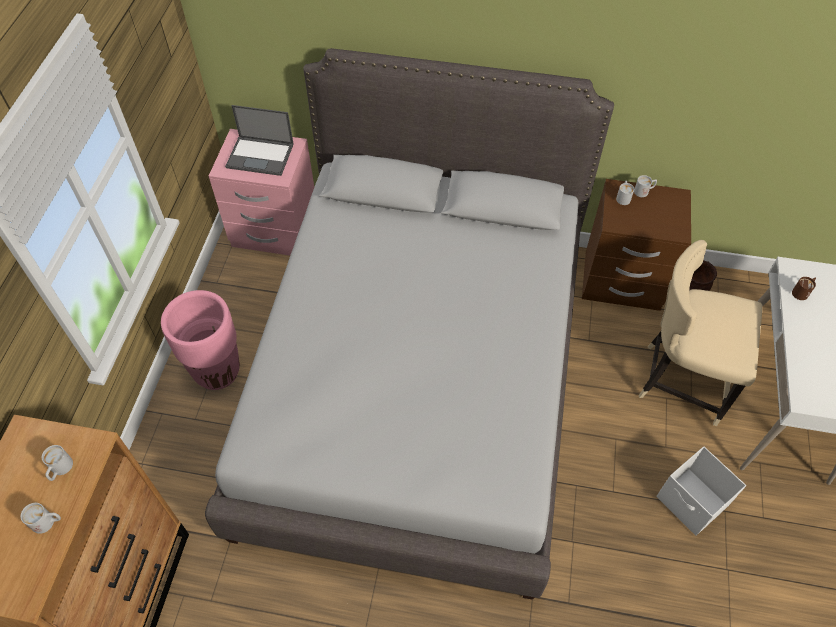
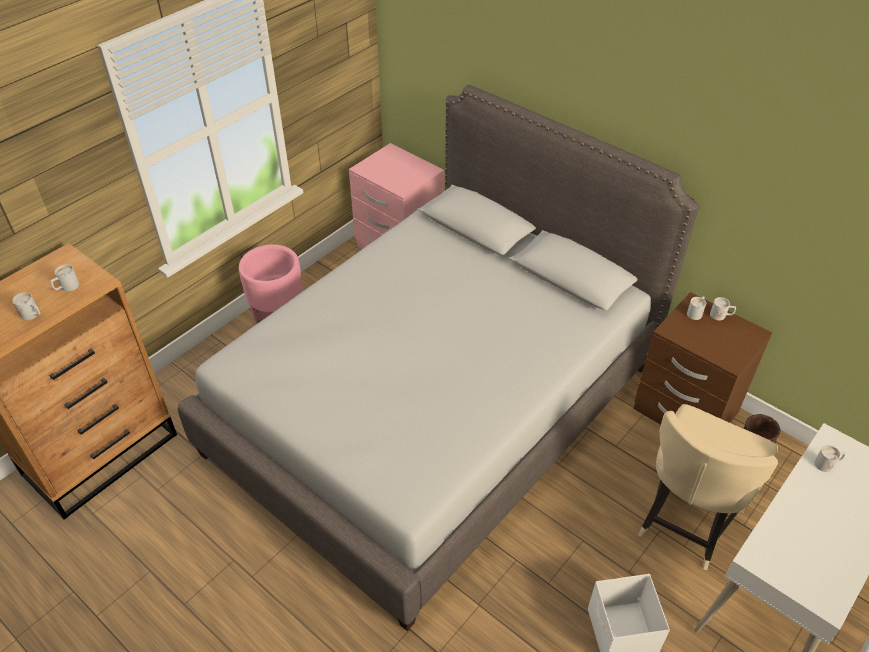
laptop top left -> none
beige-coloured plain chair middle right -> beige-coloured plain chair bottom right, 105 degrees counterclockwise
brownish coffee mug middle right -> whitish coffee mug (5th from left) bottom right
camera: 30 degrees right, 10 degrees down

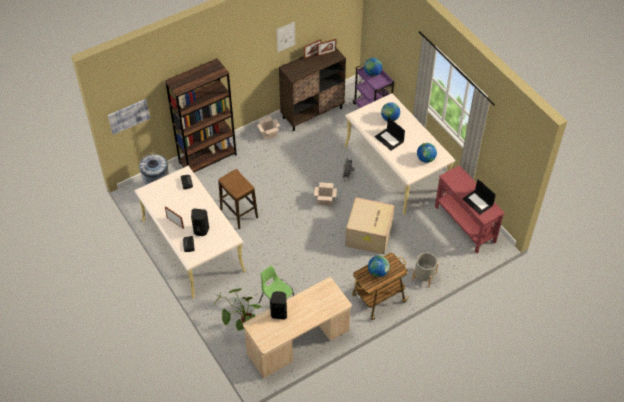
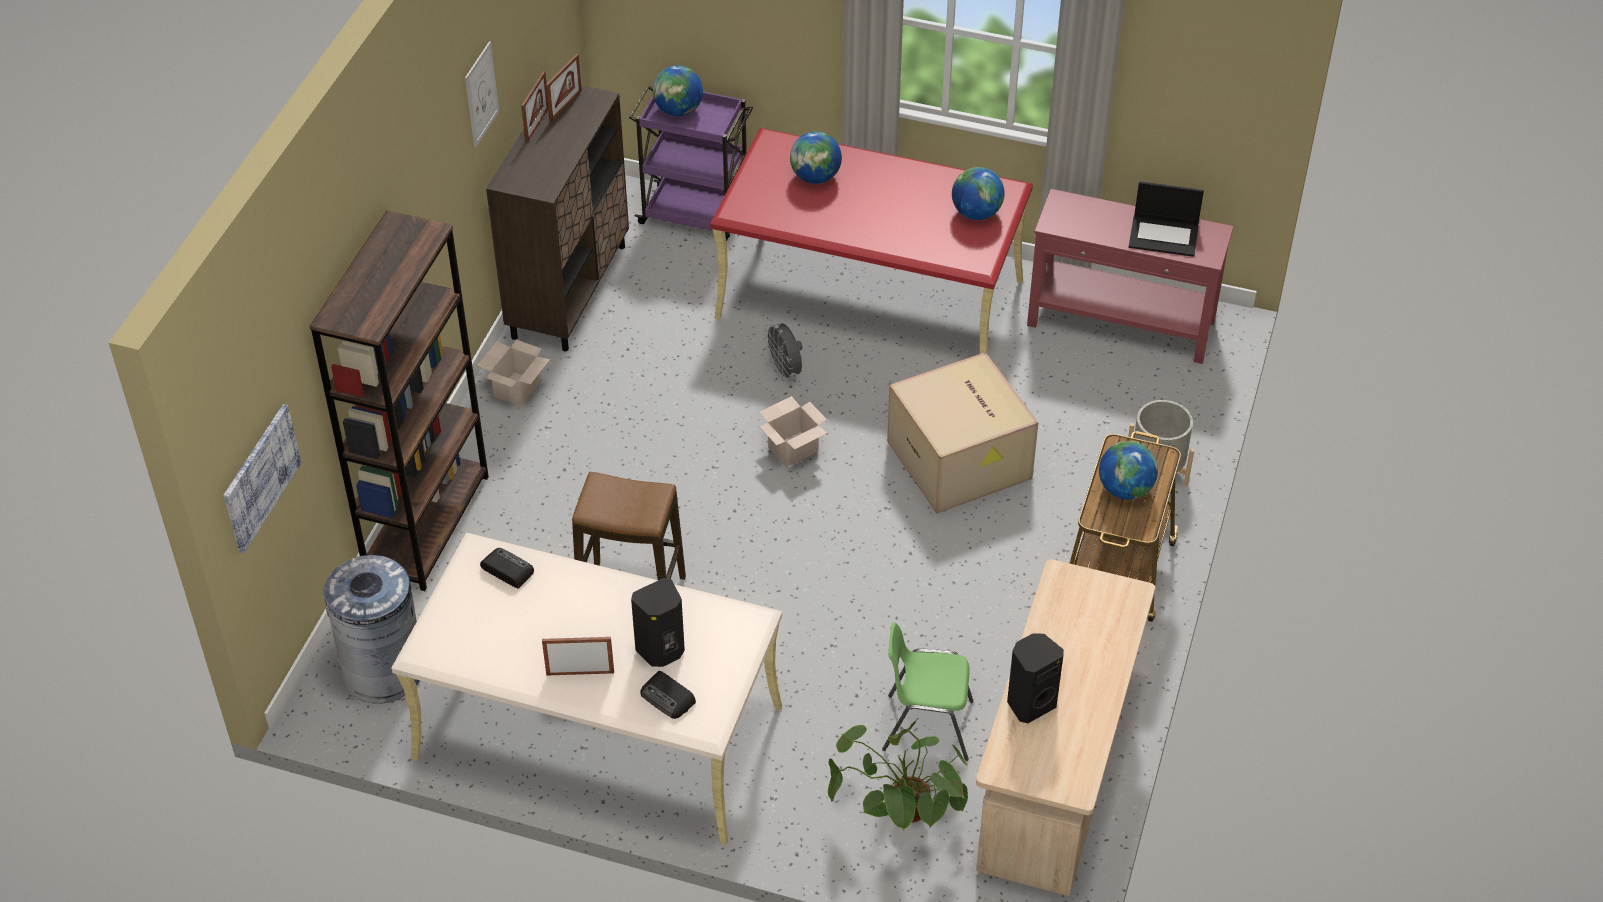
beige-coloured desk table (3rd from left) centre -> red desk table top centre
laptop (1st from left) centre -> none
camera: 40 degrees left, 5 degrees down

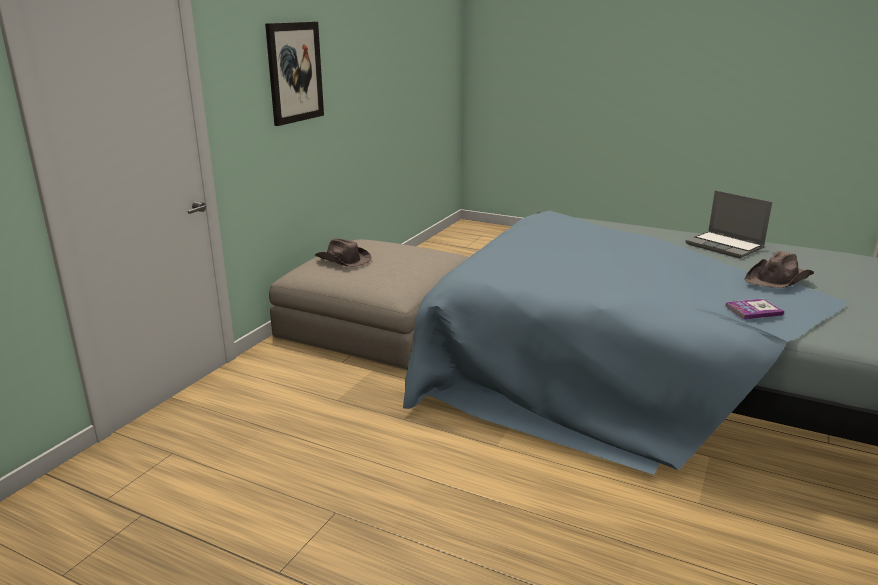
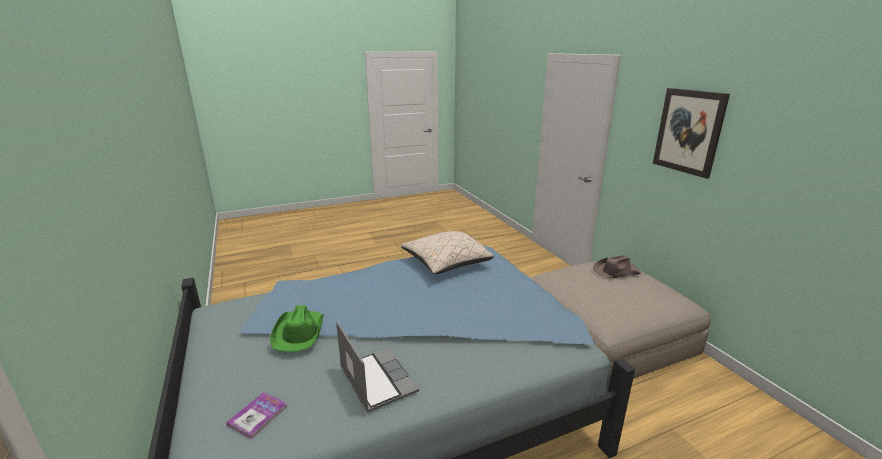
laptop middle right -> laptop bottom centre, 60 degrees clockwise
brownish hat (2nd from left) middle right -> greenish hat bottom centre
bound book middle right -> bound book bottom left, move
none -> beige-coloured throw pillow centre
camera: 130 degrees right, 0 degrees up

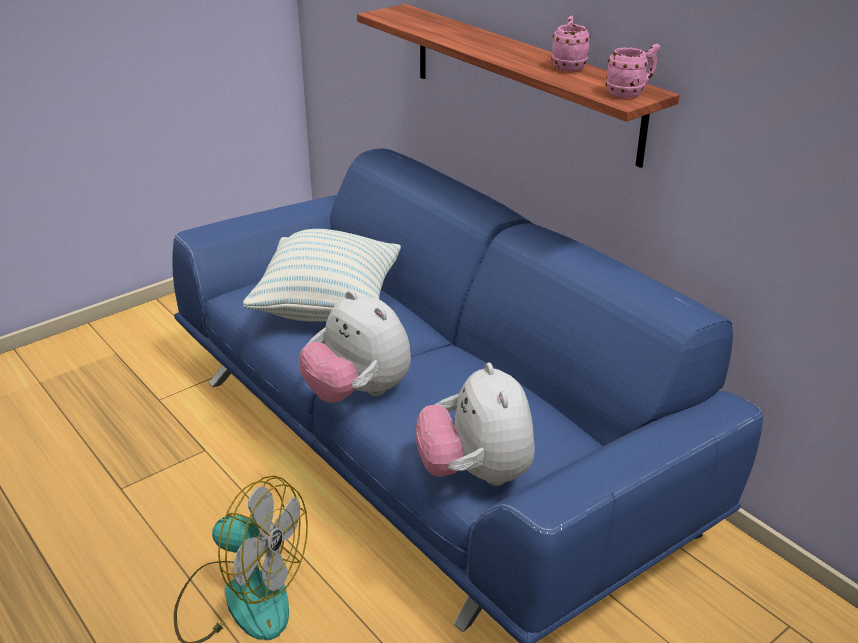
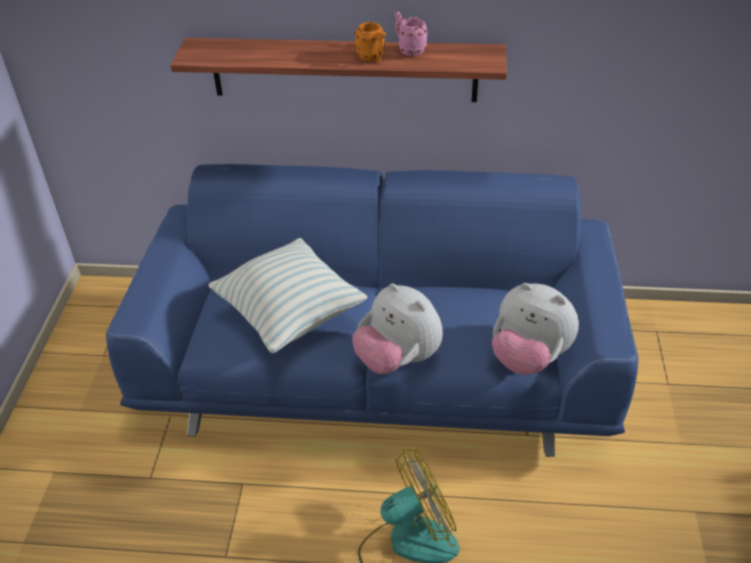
pink coffee mug (2nd from left) top right -> none
plush toy (1st from left) centre, 45 degrees clockwise
none -> orange-coloured coffee mug top centre
camera: 45 degrees left, 10 degrees up

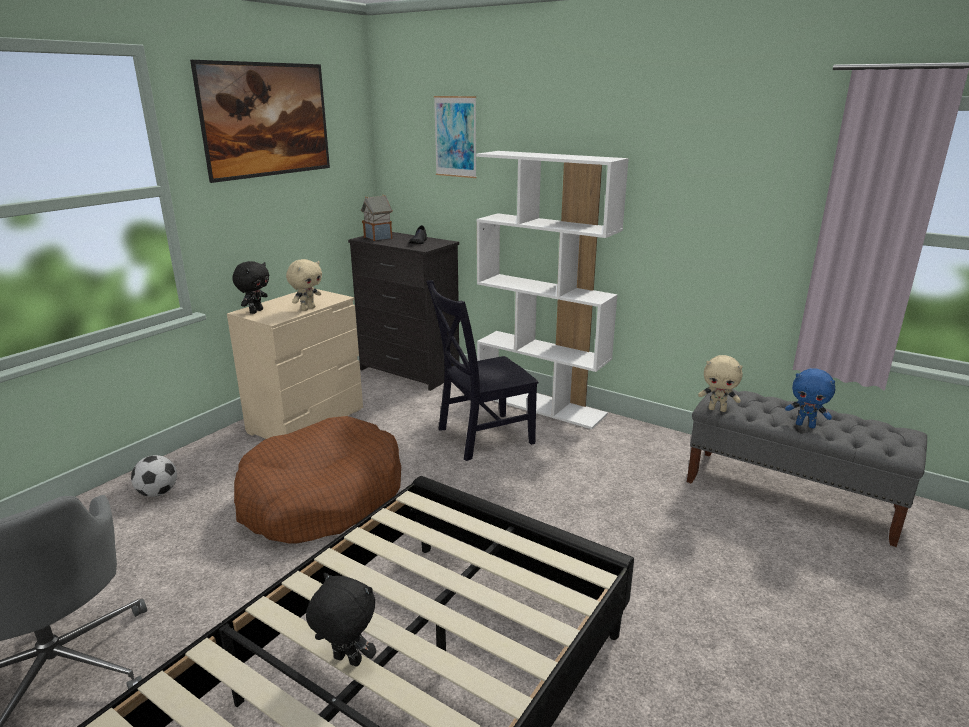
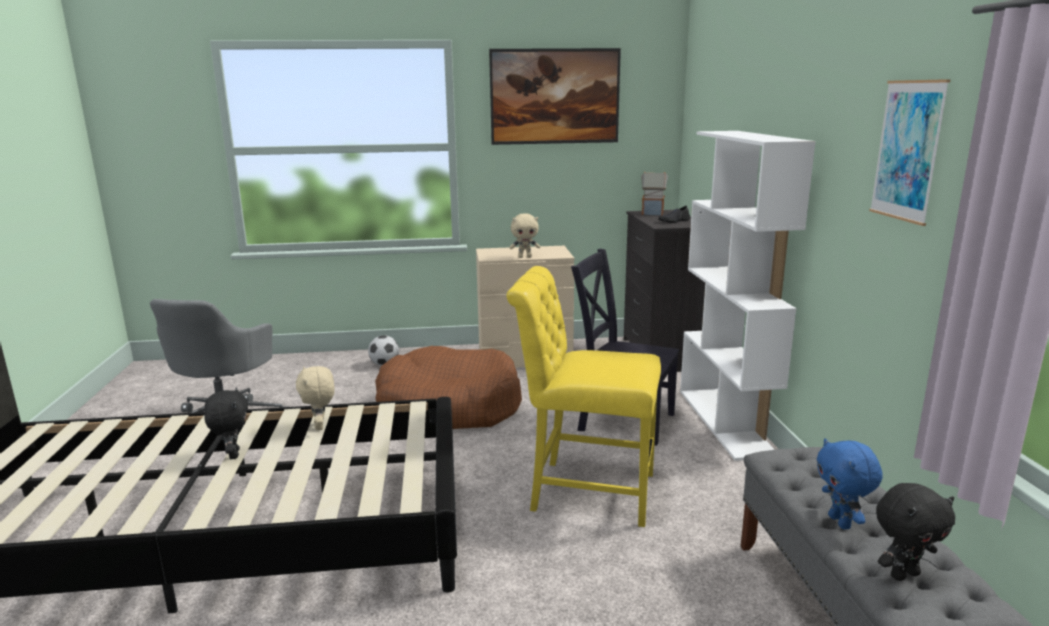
wall picture (2nd from left) top centre -> wall picture (2nd from left) top right, move
black plush toy (1st from left in the first image) middle left -> black plush toy (2nd from left) bottom right, move
beige-coloured plush toy (2nd from left in the first image) middle right -> beige-coloured plush toy (1st from left) middle left, move
none -> yellow plain chair centre
camera: 50 degrees right, 5 degrees down

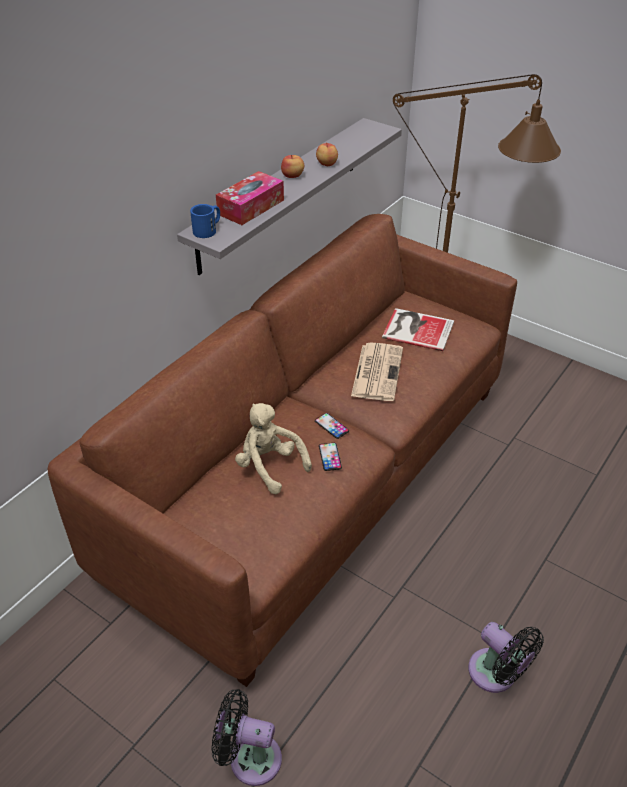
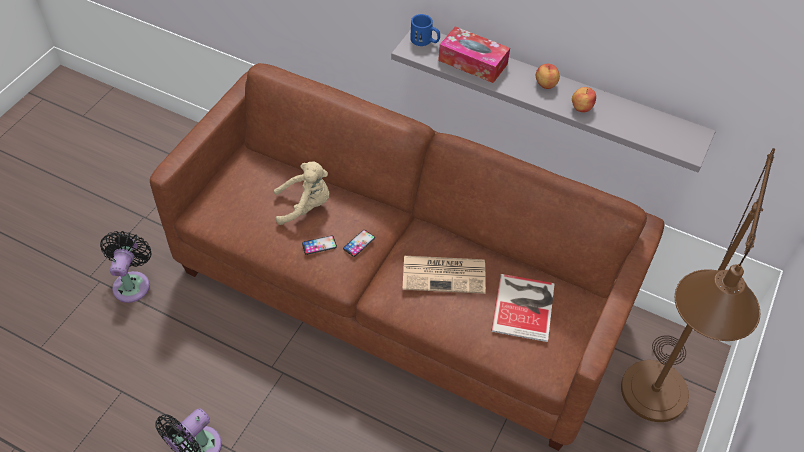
beige-coloured plush toy centre, 45 degrees clockwise
camera: 80 degrees right, 10 degrees up

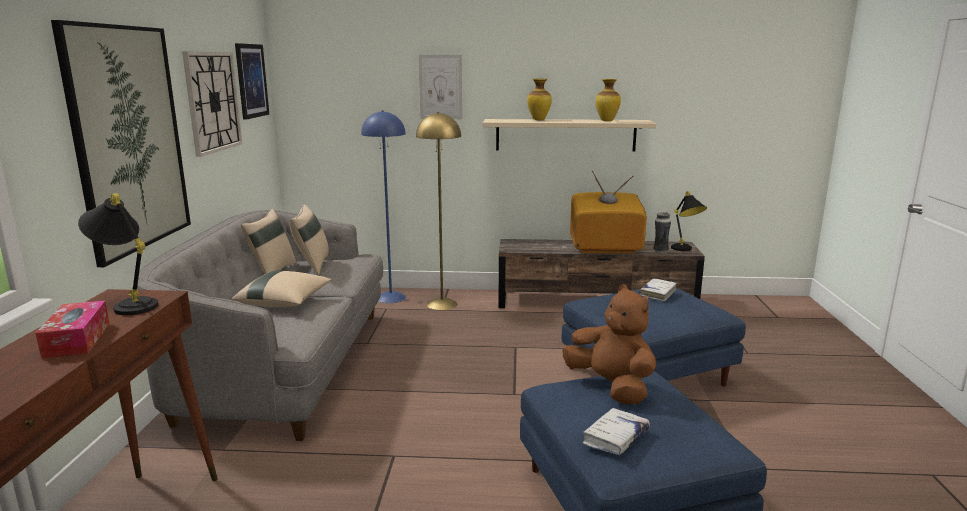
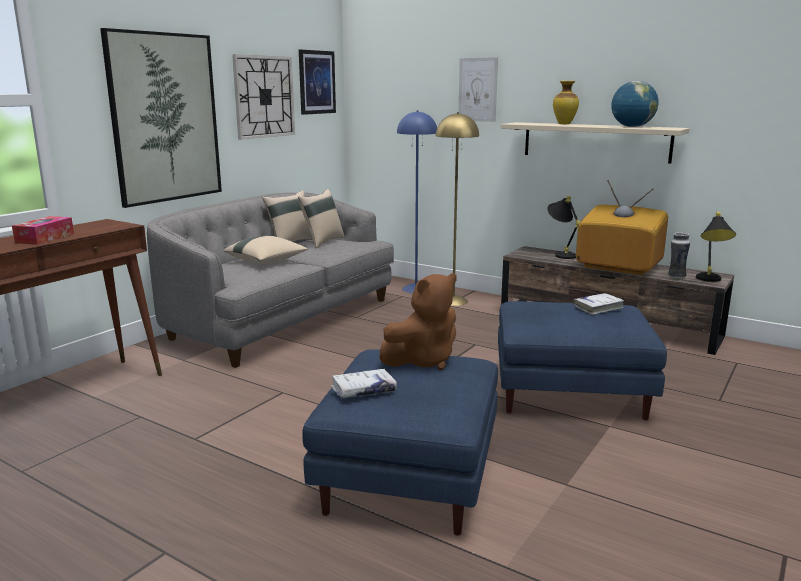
flower vase (2nd from left) top centre -> desk globe top right
black tabletop lamp (1st from left) middle left -> black tabletop lamp (1st from left) middle right, move
brownish plush toy bottom centre -> brownish plush toy centre, 60 degrees clockwise
camera: 30 degrees right, 0 degrees up

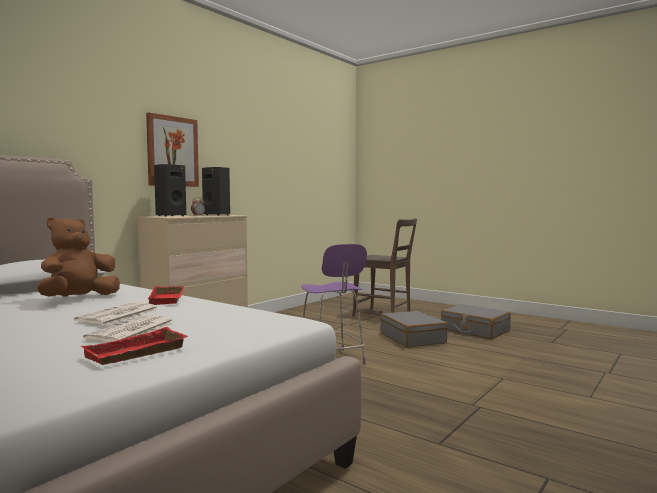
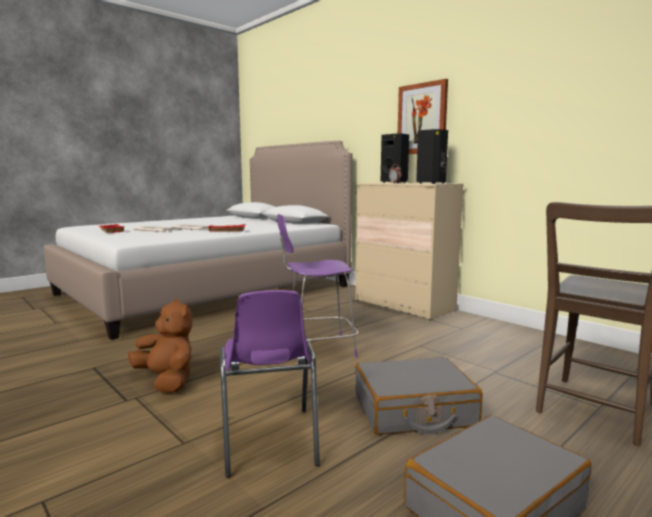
brownish plush toy middle left -> brownish plush toy bottom left, move
none -> purple-coloured plain chair (1st from left) bottom centre
camera: 100 degrees right, 5 degrees up

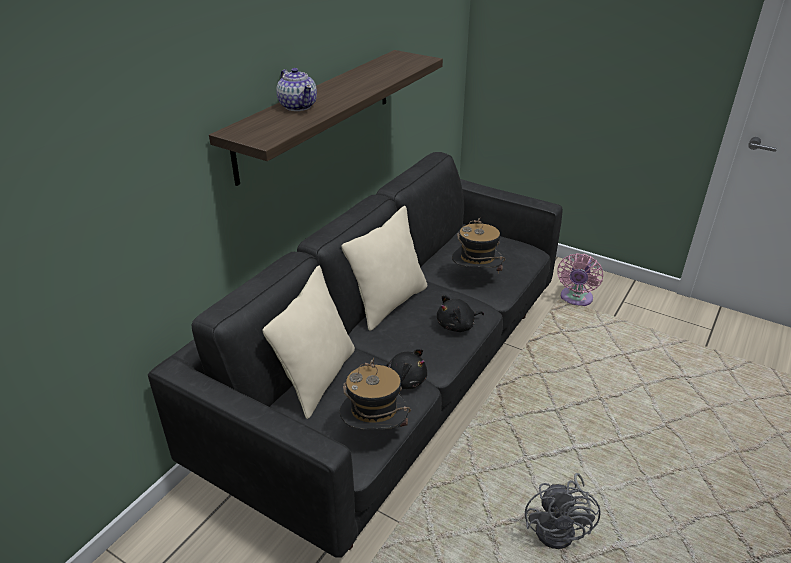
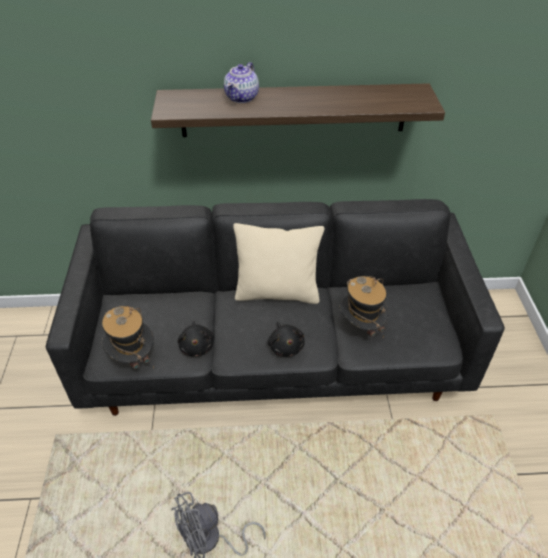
pink cooling fan middle right -> none
beige-coloured throw pillow (1st from left) centre -> none
black plush toy (2nd from left) centre, 135 degrees counterclockwise
camera: 55 degrees right, 10 degrees up

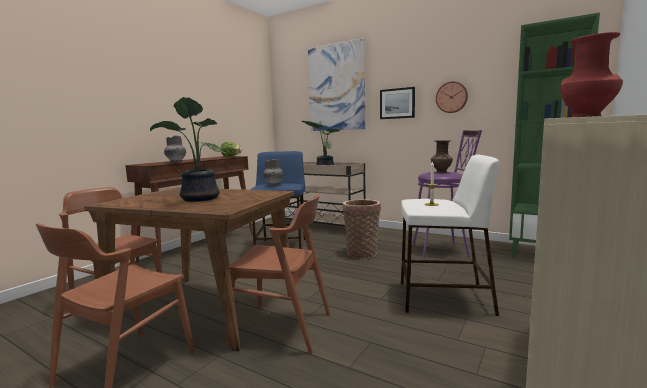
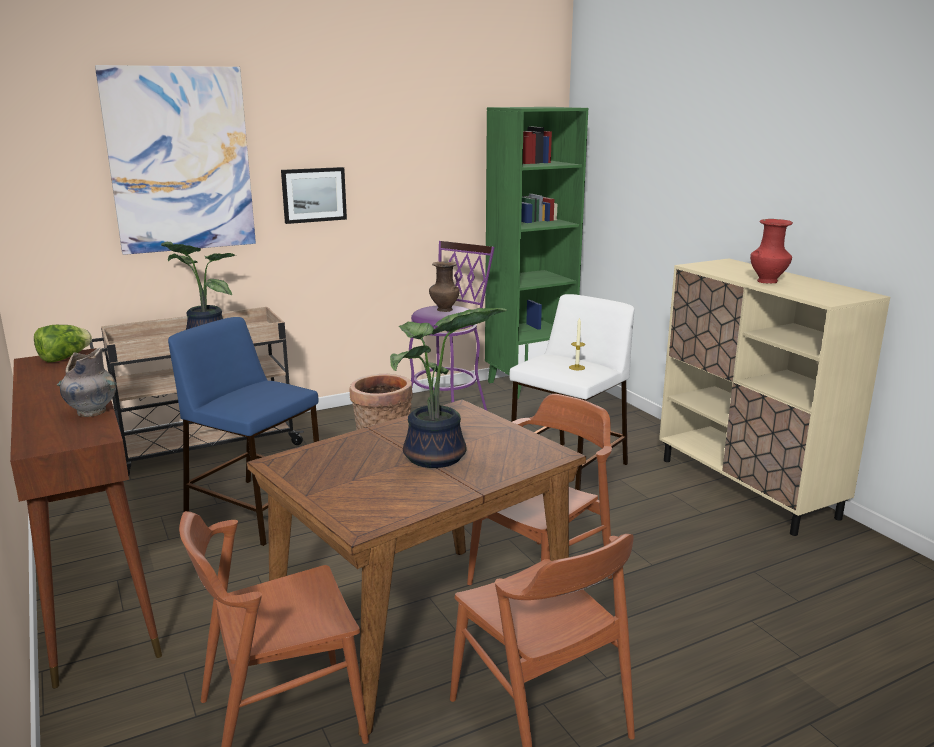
hanging clock top right -> none
greyish flower vase (2nd from left) centre -> none
camera: 60 degrees left, 10 degrees up

